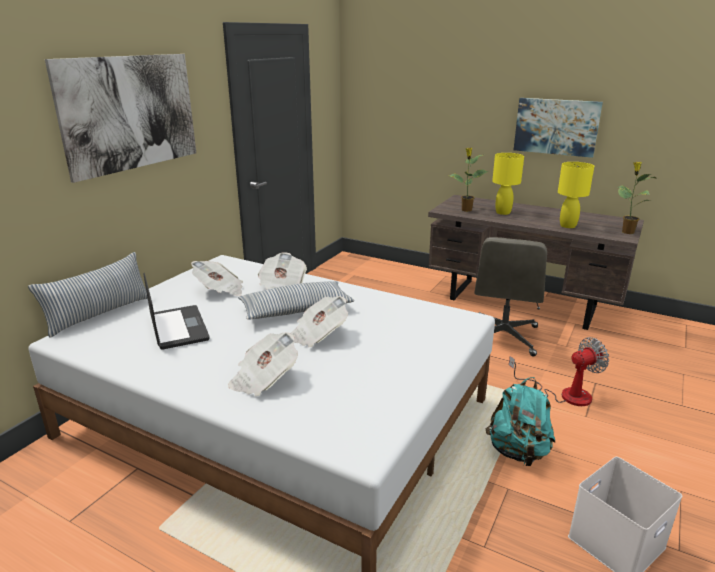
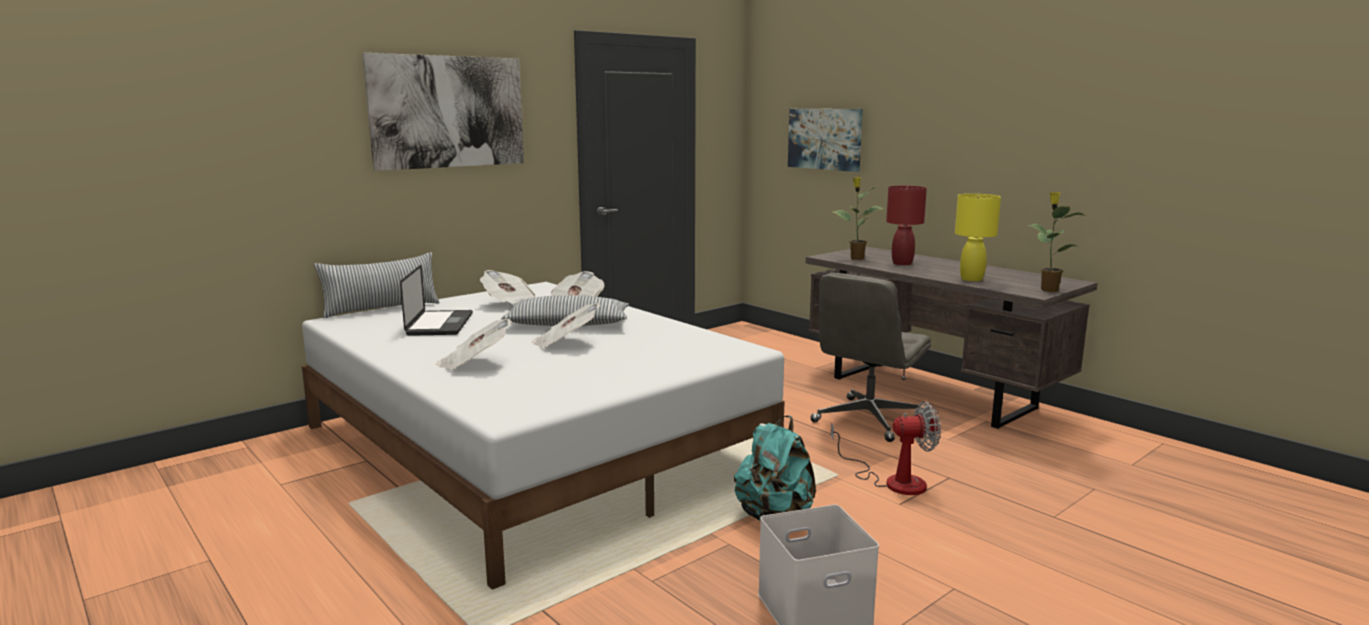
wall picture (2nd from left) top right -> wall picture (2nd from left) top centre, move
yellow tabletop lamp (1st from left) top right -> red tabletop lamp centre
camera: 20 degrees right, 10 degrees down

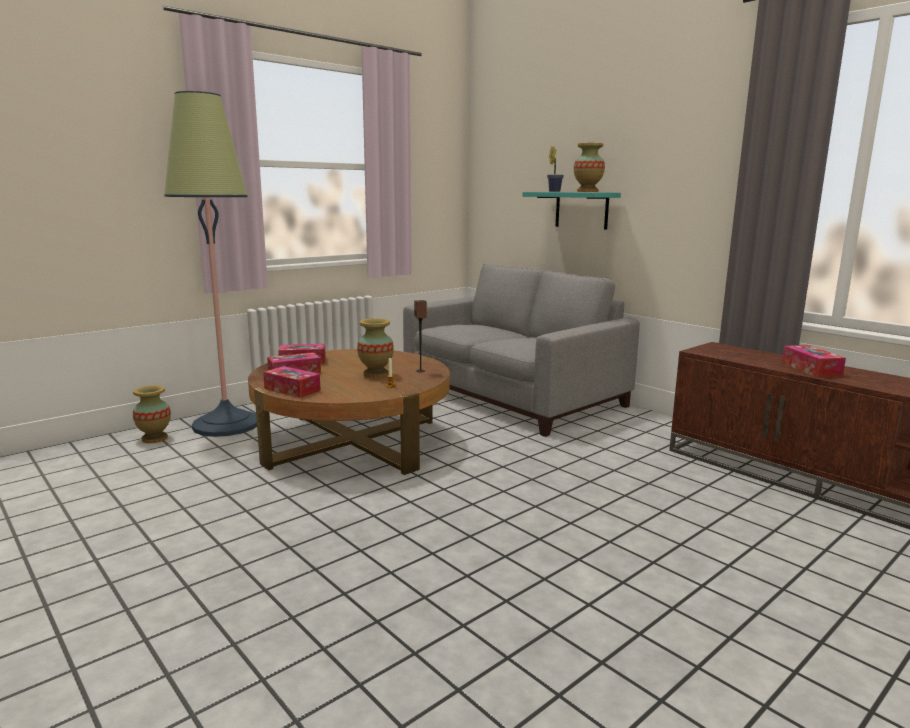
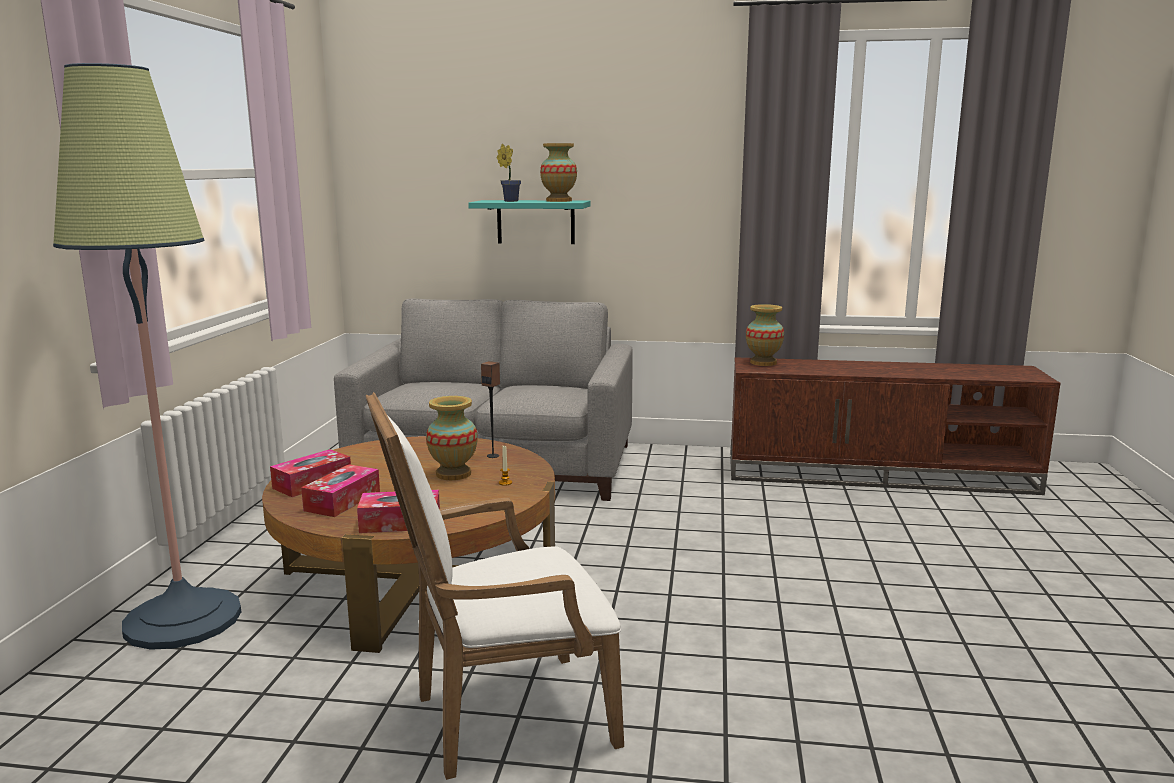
tissue holder (4th from left) middle right -> none
flower vase (1st from left in the first image) middle left -> flower vase (3rd from left) centre, move
none -> whitish armchair bottom centre
camera: 40 degrees left, 0 degrees up

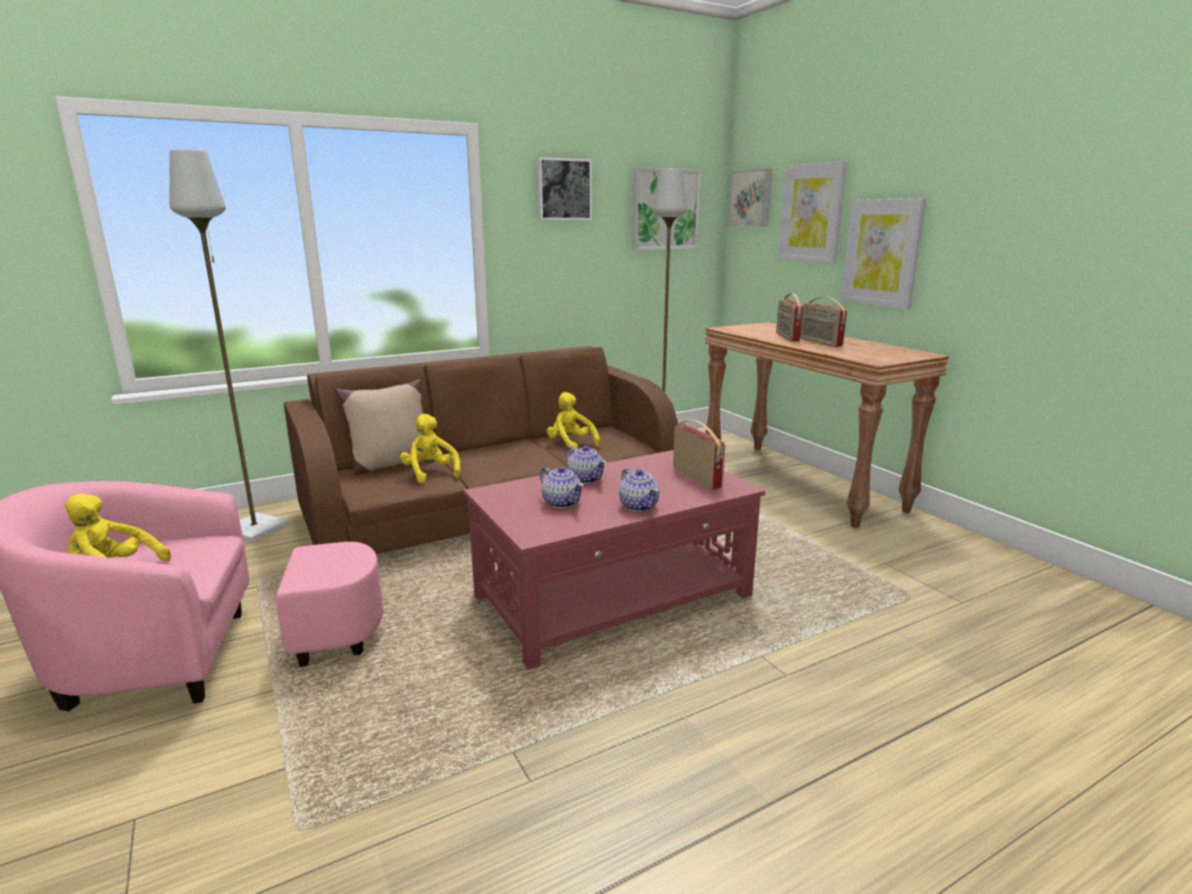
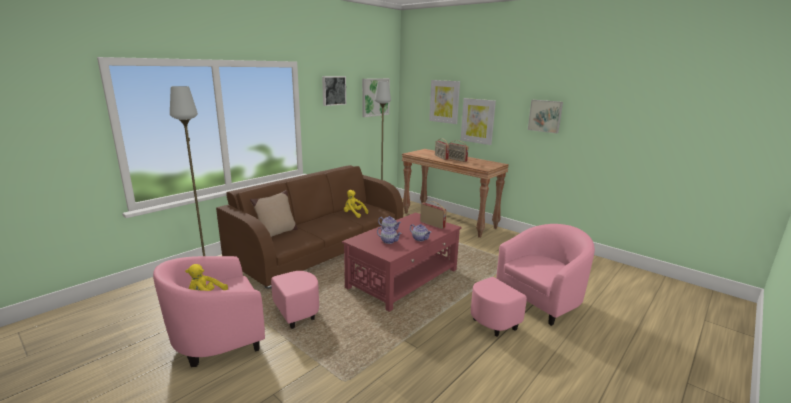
wall picture (3rd from left in the first image) top centre -> wall picture (5th from left) top right, move
yellow plush toy (2nd from left) centre -> none
none -> pink armchair (2nd from left) bottom right
camera: 20 degrees left, 0 degrees up

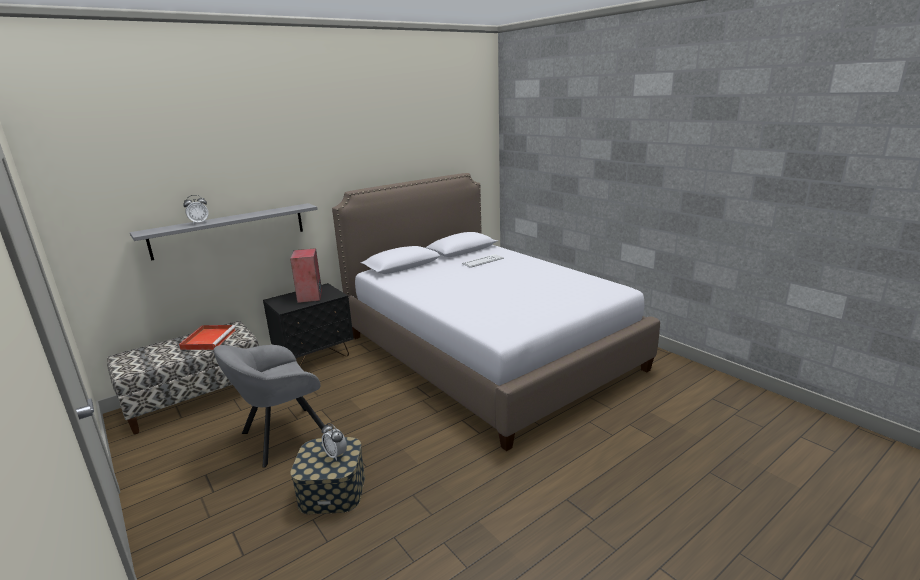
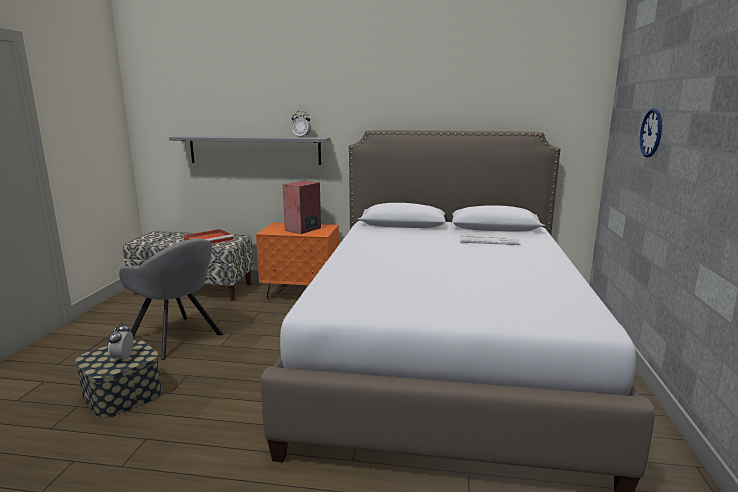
bedside clock (1st from left in the first image) middle left -> bedside clock (2nd from left) top centre, move
black night table centre -> orange-coloured night table centre
greyish armchair bottom left -> greyish armchair middle left, 150 degrees counterclockwise
none -> hanging clock top right
camera: 45 degrees right, 5 degrees down

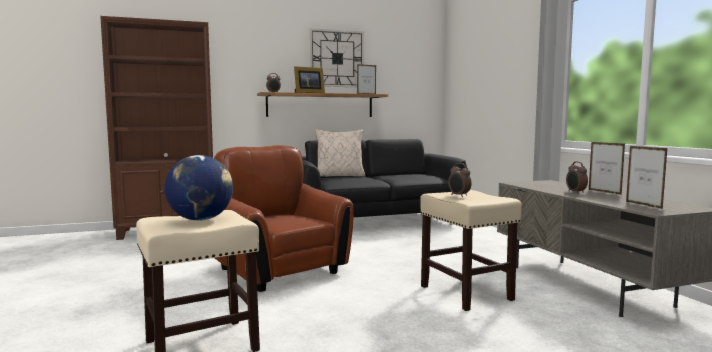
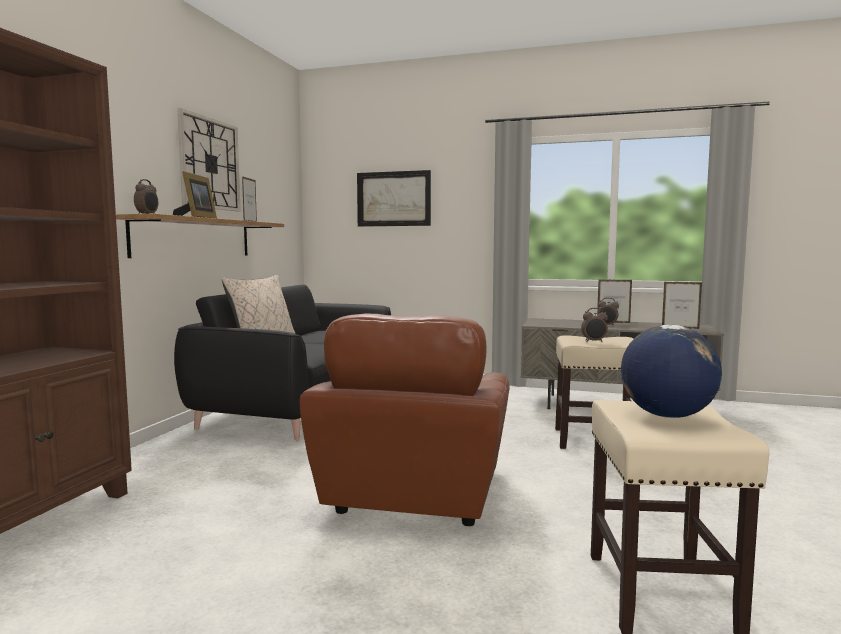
brownish armchair centre, 75 degrees counterclockwise
none -> wall picture top centre
camera: 55 degrees left, 0 degrees up

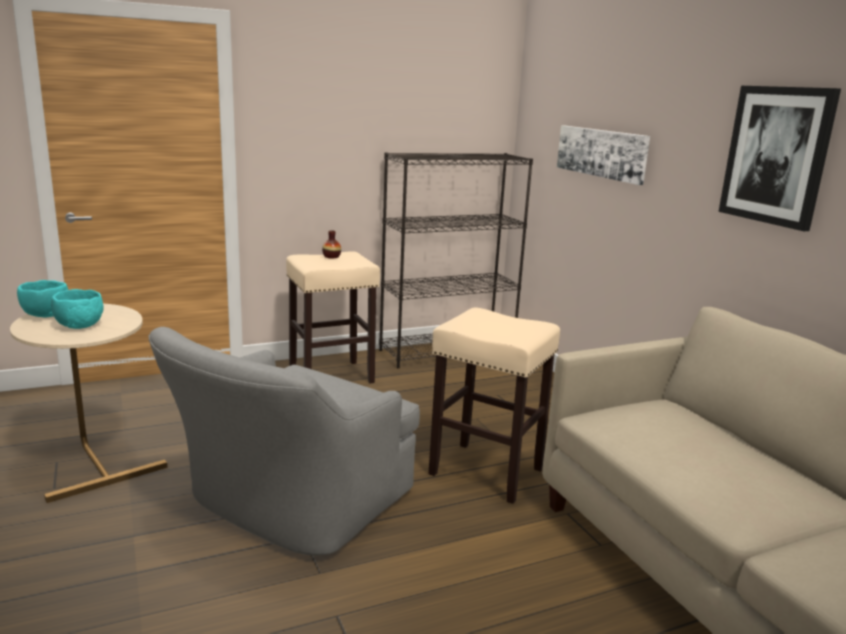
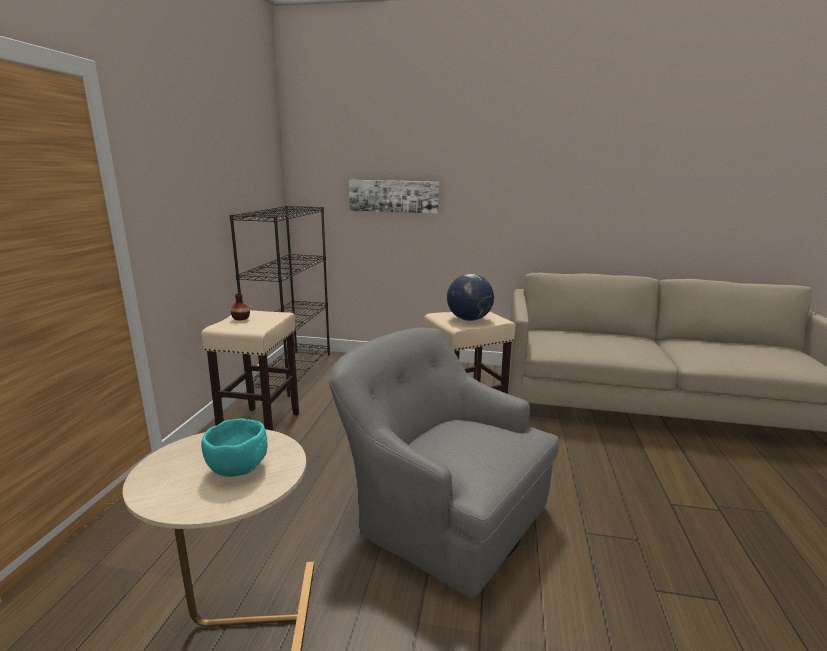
wall picture (2nd from left) top right -> none
turquoise serving bowl (1st from left) middle left -> none
greyish armchair bottom centre, 150 degrees clockwise
none -> desk globe centre
camera: 55 degrees left, 0 degrees up

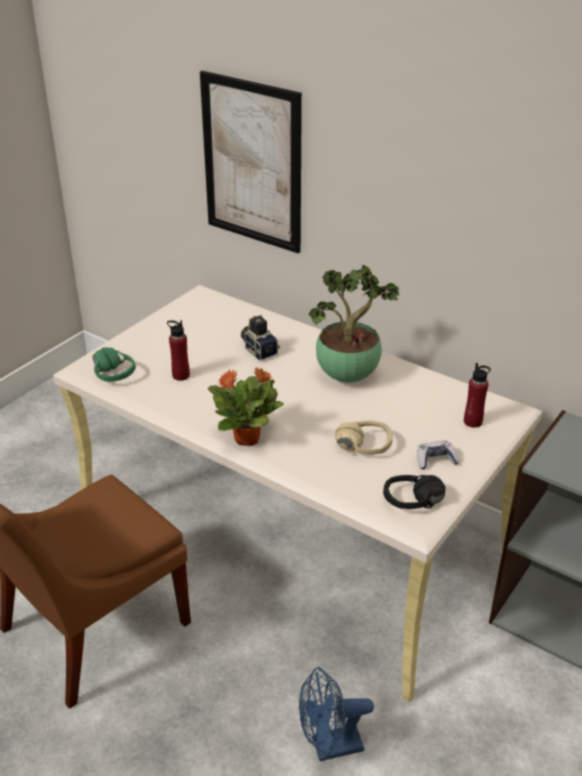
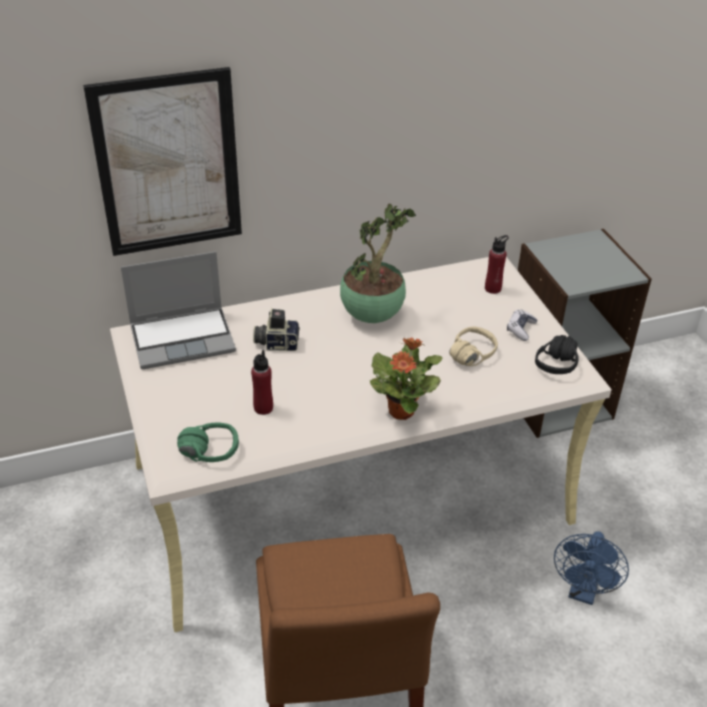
none -> laptop middle left
camera: 55 degrees left, 5 degrees up

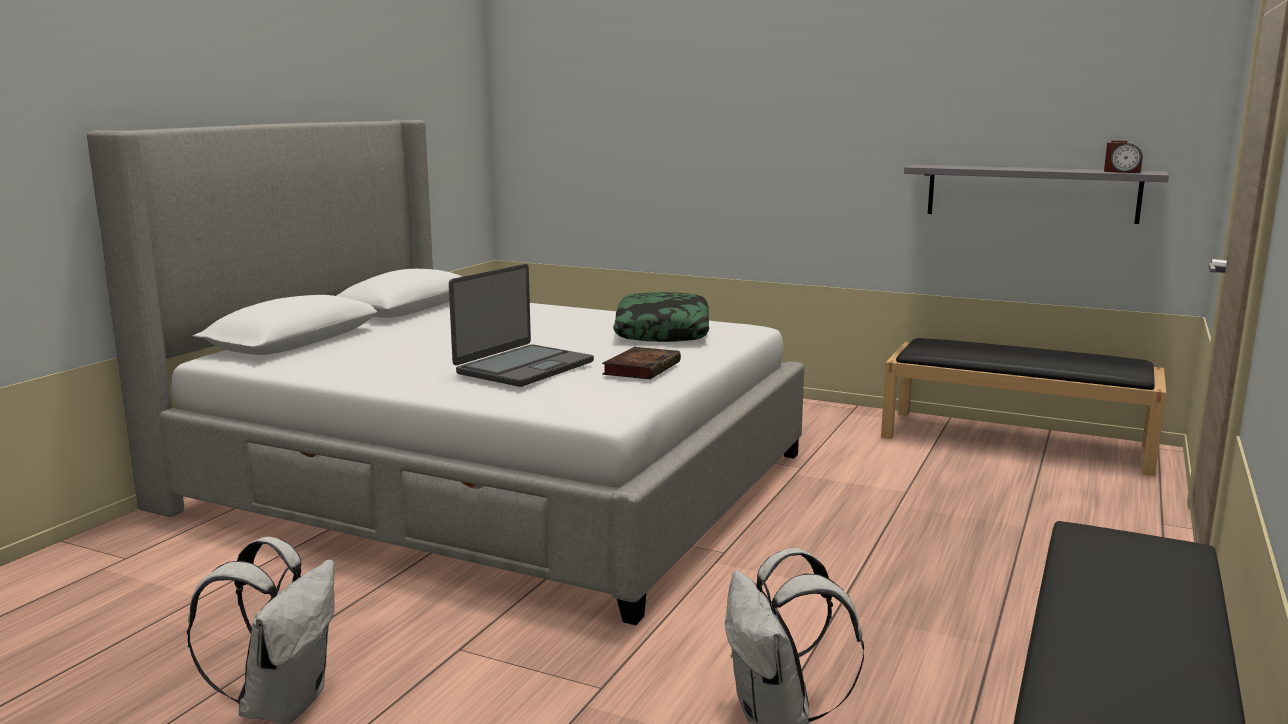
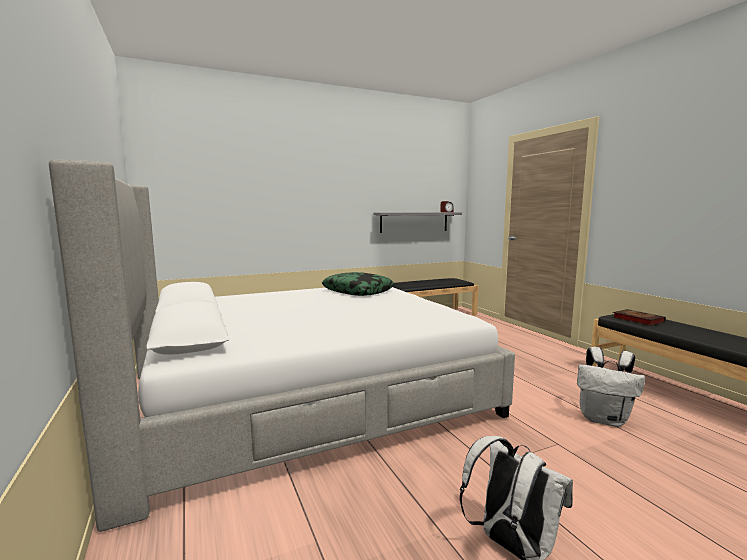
laptop centre -> none
bound book centre -> bound book middle right, move
camera: 50 degrees left, 5 degrees down

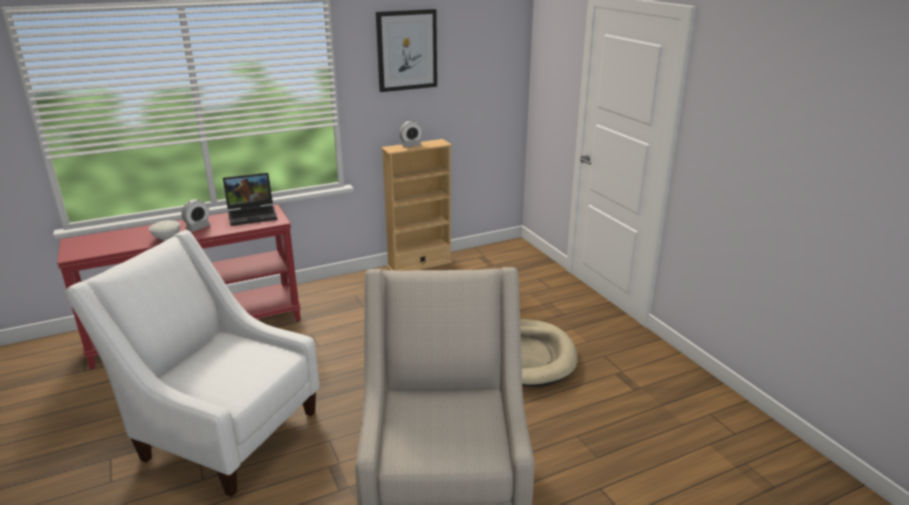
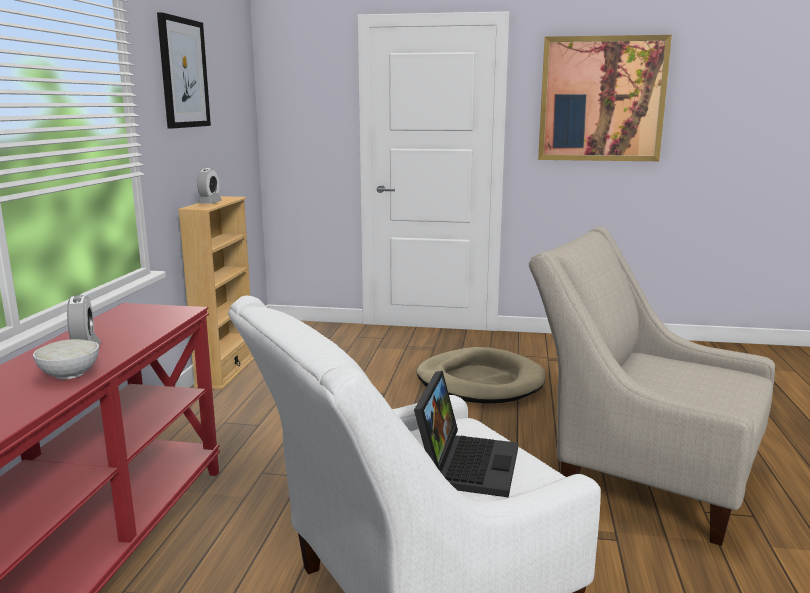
laptop middle left -> laptop bottom centre, move
none -> wall picture (2nd from left) top right
camera: 55 degrees left, 10 degrees down

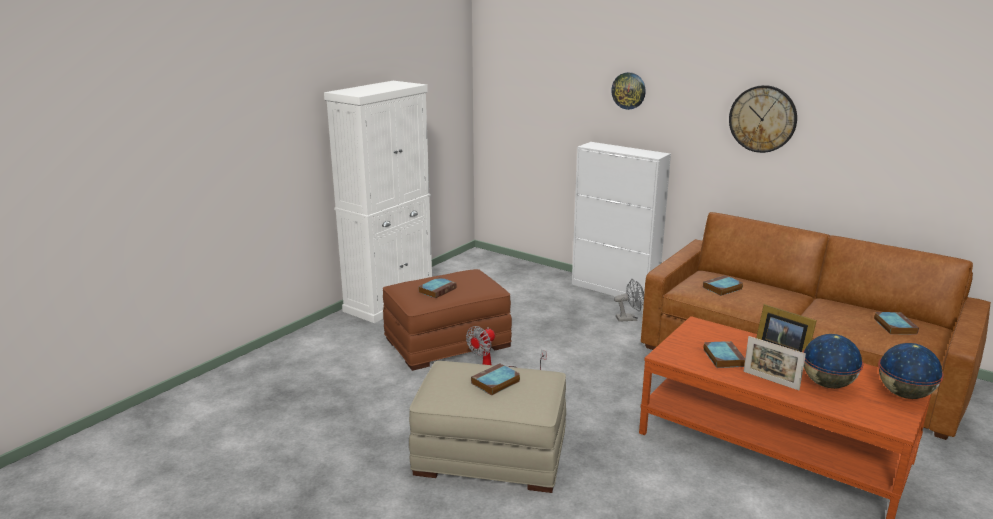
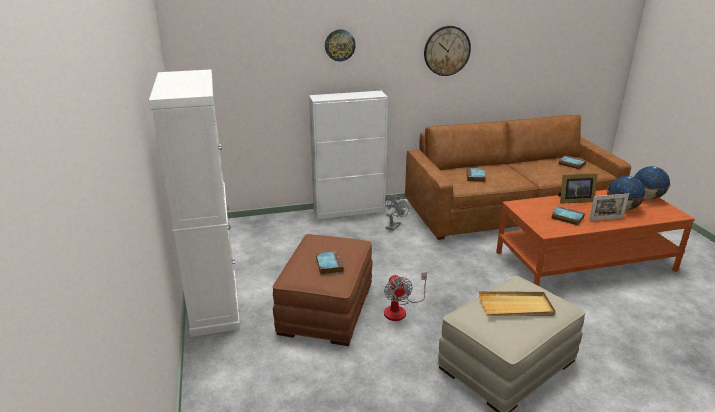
bound book (2nd from left) bottom centre -> beige-coloured serving tray bottom right
camera: 50 degrees left, 5 degrees up

